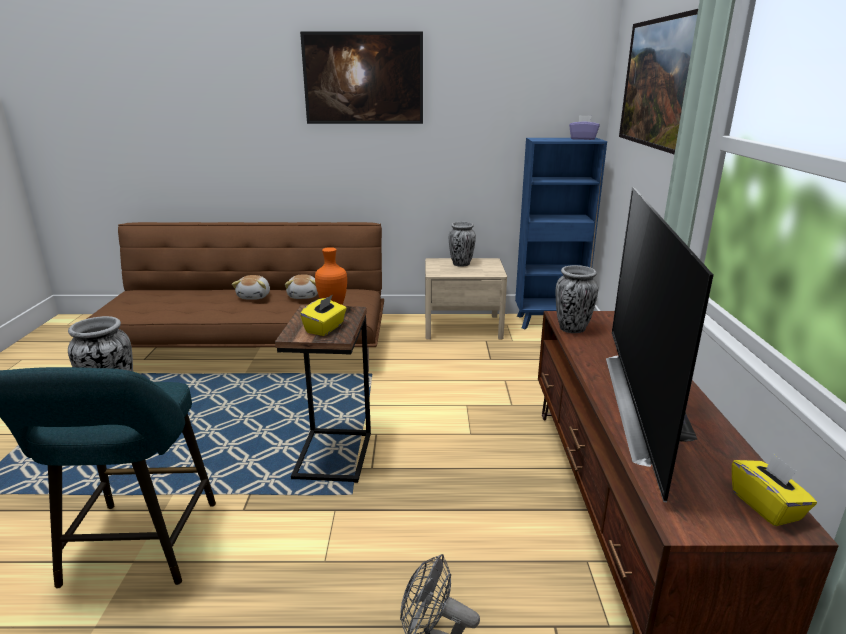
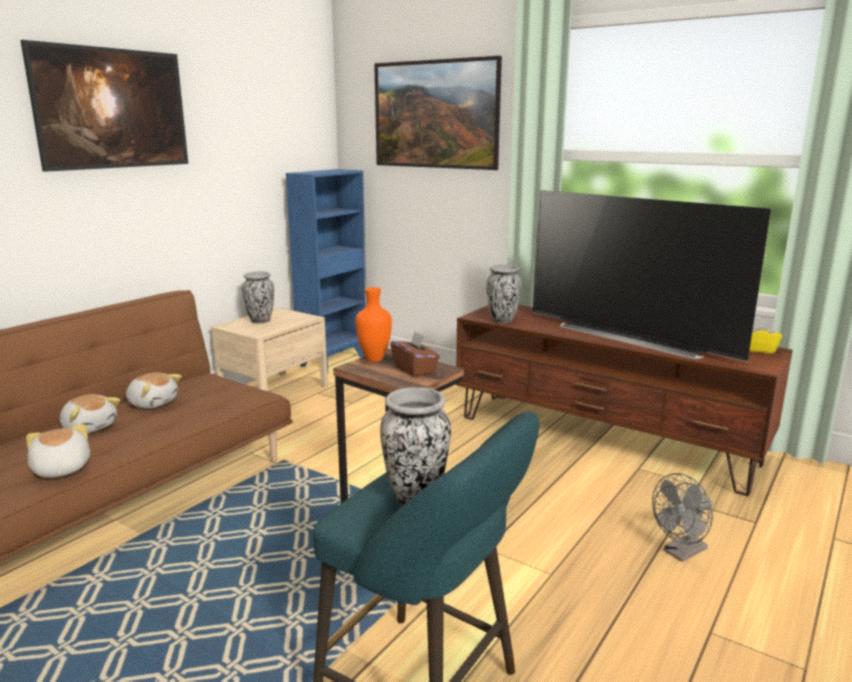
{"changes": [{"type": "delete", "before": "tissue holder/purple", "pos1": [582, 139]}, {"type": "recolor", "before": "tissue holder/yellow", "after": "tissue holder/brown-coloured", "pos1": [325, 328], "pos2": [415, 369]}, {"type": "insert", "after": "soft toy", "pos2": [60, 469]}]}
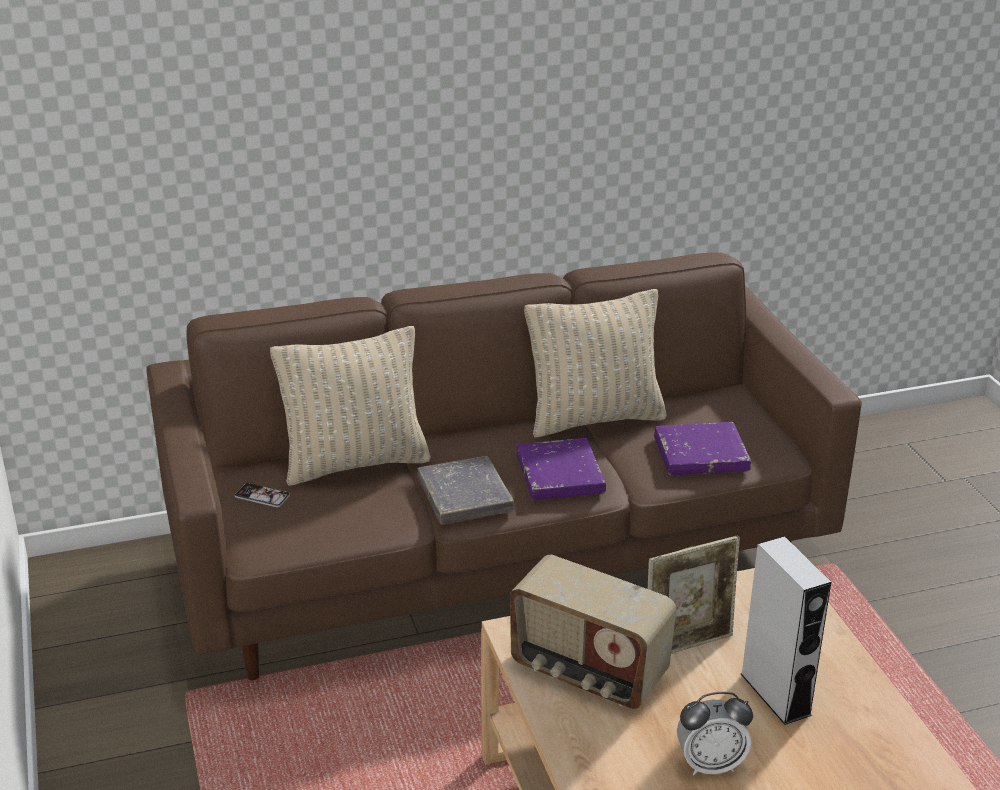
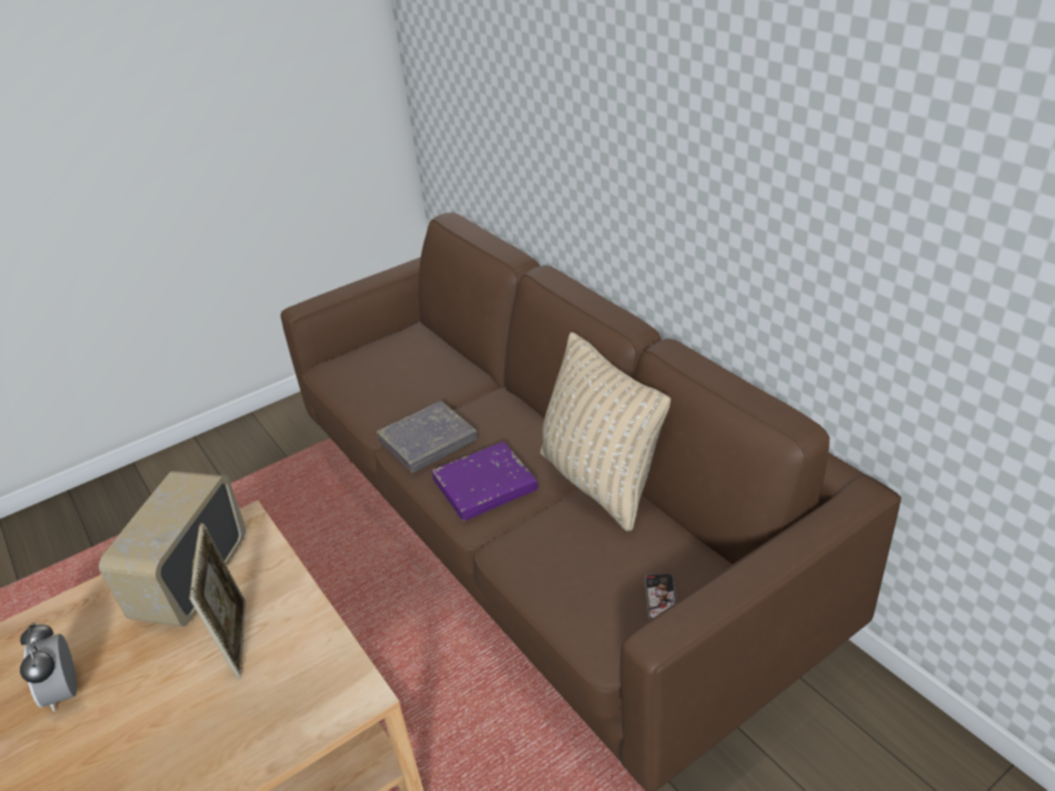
{"changes": [{"type": "delete", "before": "cushion/beige-coloured", "pos1": [355, 463]}, {"type": "delete", "before": "volume/purple", "pos1": [701, 455]}, {"type": "move", "before": "handset", "pos1": [262, 496], "pos2": [661, 598]}, {"type": "rotate", "before": "picture frame", "pos1": [687, 644], "pos2": [237, 638], "turn": -150}, {"type": "delete", "before": "speaker/grey", "pos1": [775, 694]}]}
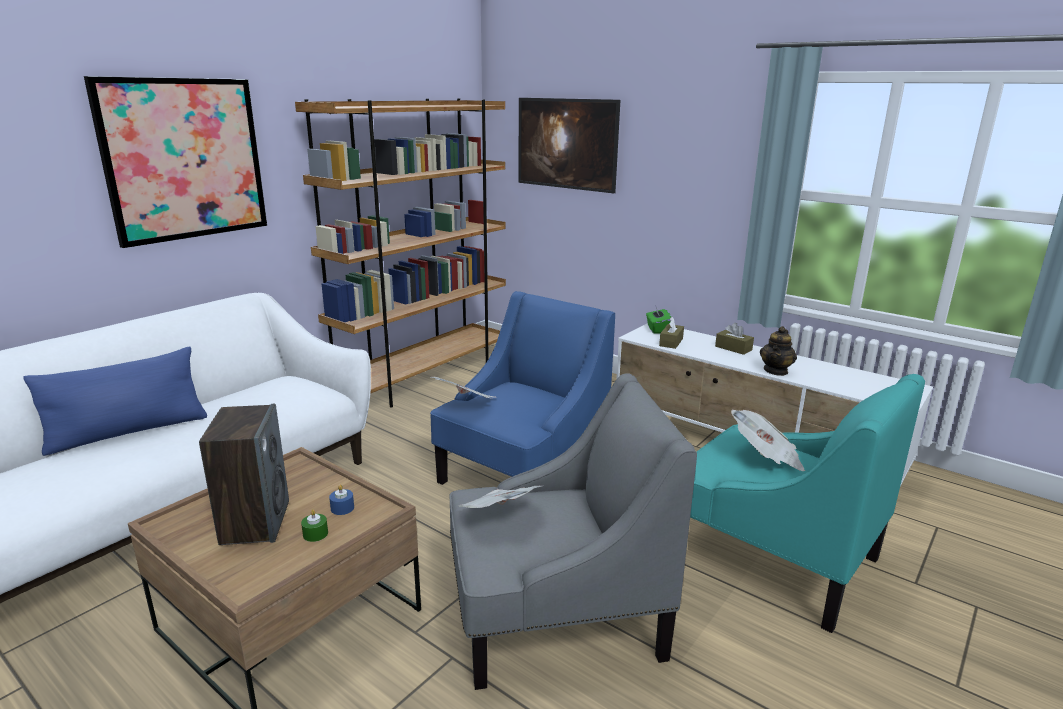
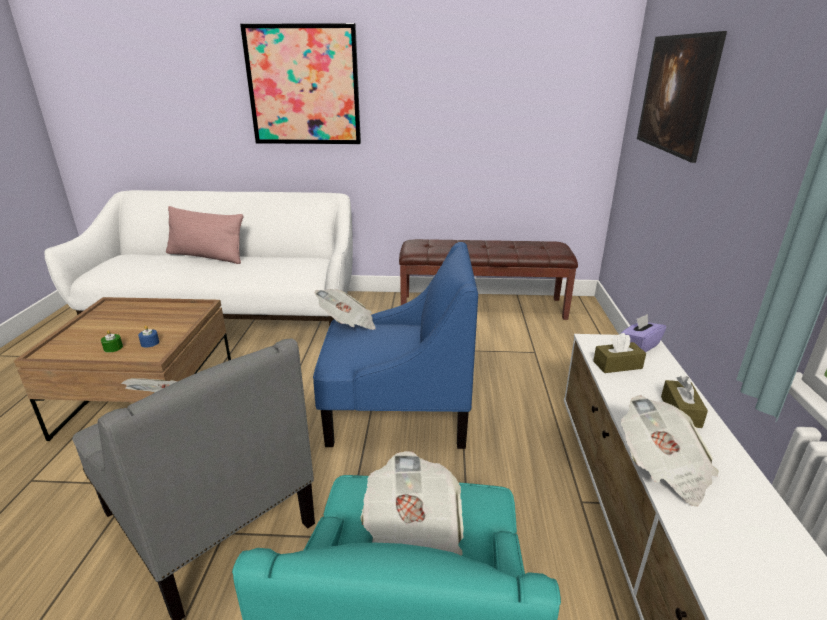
{"changes": [{"type": "replace", "before": "bookshelf/brown-coloured", "after": "bench/brown-coloured", "pos1": [424, 377], "pos2": [482, 306]}, {"type": "recolor", "before": "tissue holder/green", "after": "tissue holder/purple", "pos1": [657, 329], "pos2": [639, 346]}, {"type": "replace", "before": "teapot", "after": "daily paper", "pos1": [776, 371], "pos2": [664, 468]}, {"type": "recolor", "before": "cushion/blue-coloured", "after": "cushion/pinkish", "pos1": [128, 432], "pos2": [206, 256]}, {"type": "delete", "before": "speaker", "pos1": [255, 522]}]}
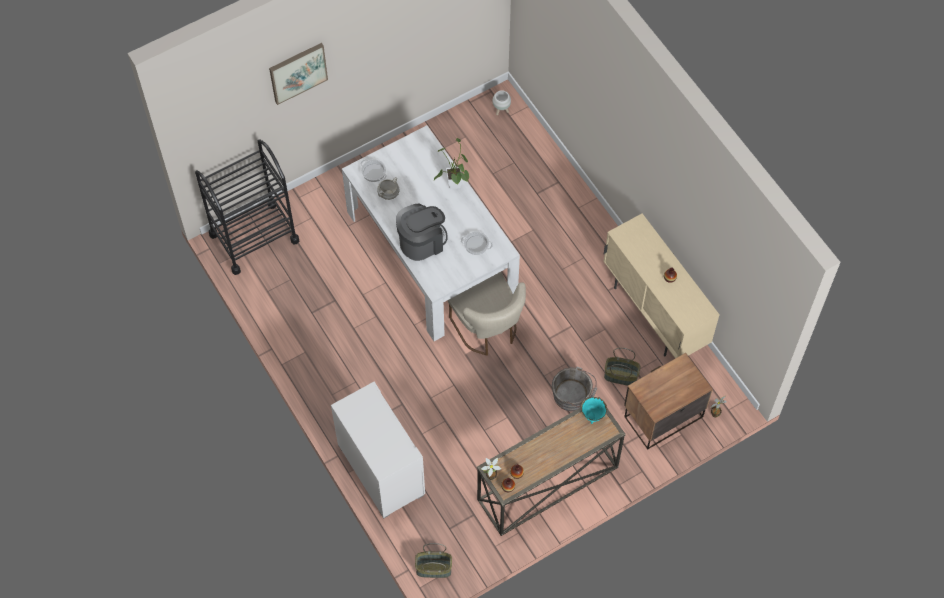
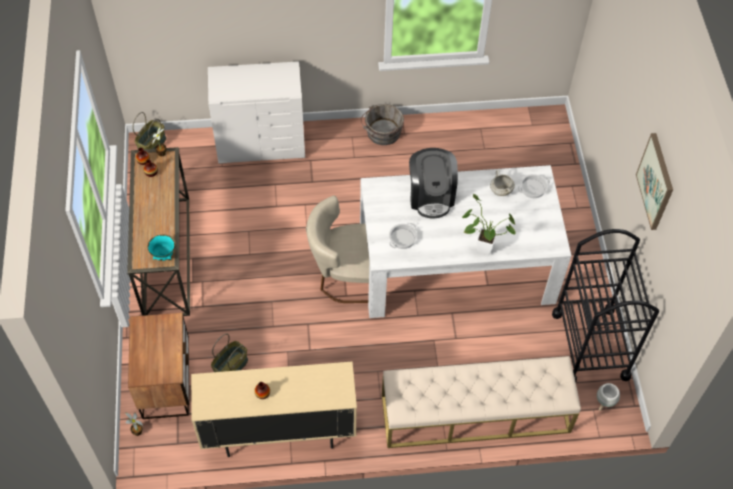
{"changes": [{"type": "move", "before": "wall art", "pos1": [298, 72], "pos2": [656, 181]}, {"type": "move", "before": "wheeled cart/blackish", "pos1": [254, 237], "pos2": [590, 345]}, {"type": "move", "before": "pail/grey", "pos1": [573, 396], "pos2": [382, 133]}, {"type": "insert", "after": "bench/beige-coloured", "pos2": [475, 414]}]}
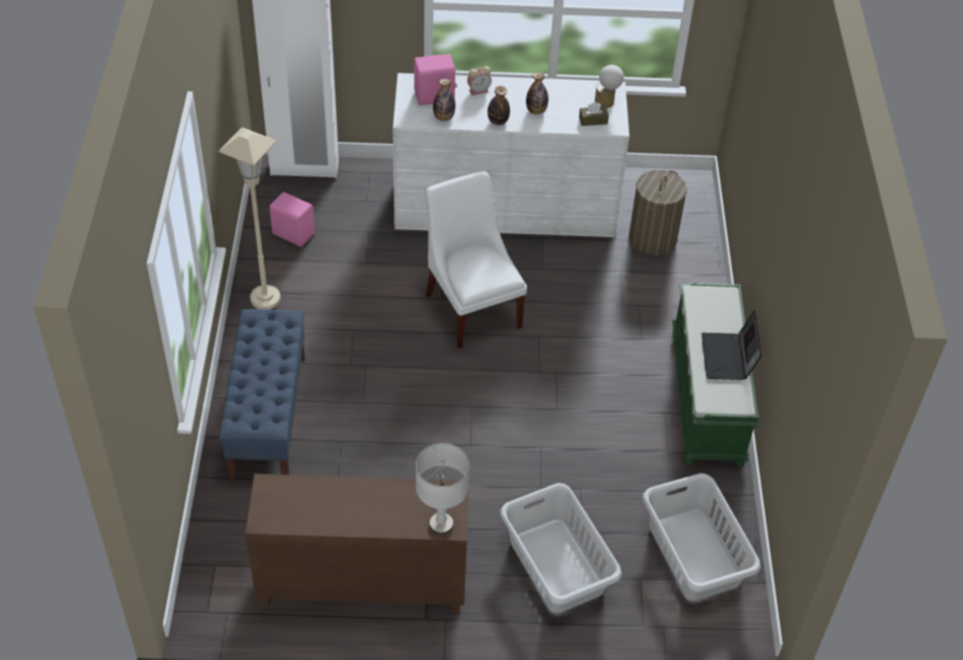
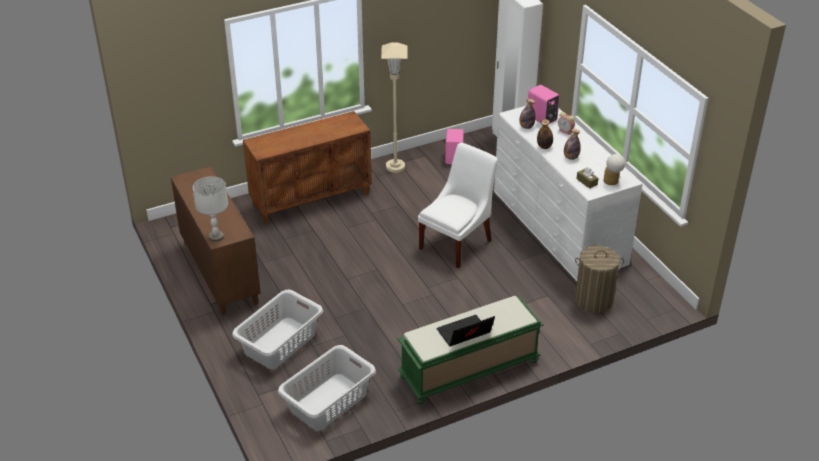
{"changes": [{"type": "replace", "before": "bench/blue-coloured", "after": "cupboard/brown-coloured", "pos1": [268, 416], "pos2": [311, 199]}]}
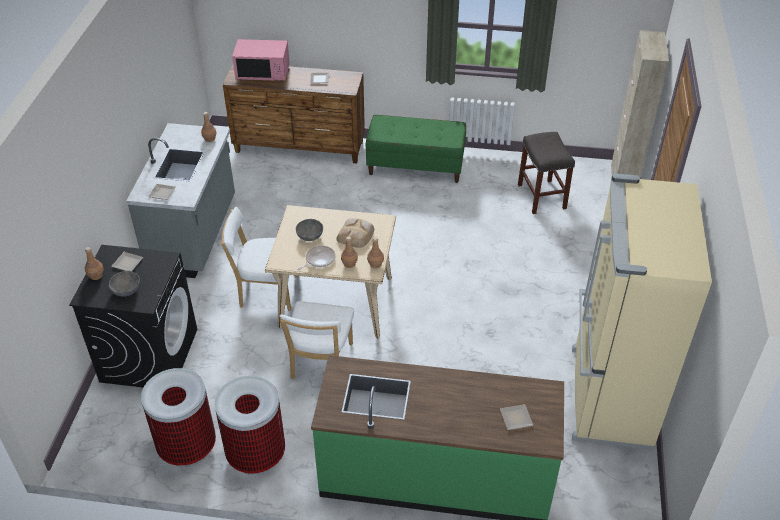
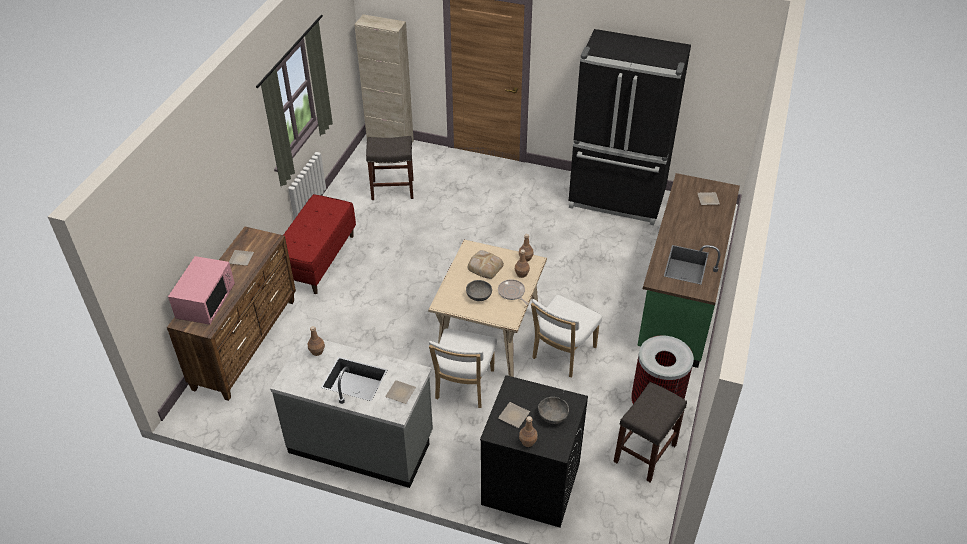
{"changes": [{"type": "recolor", "before": "bench/green", "after": "bench/reddish", "pos1": [415, 166], "pos2": [318, 259]}, {"type": "recolor", "before": "fridge/beige-coloured", "after": "fridge/blackish", "pos1": [608, 397], "pos2": [617, 200]}, {"type": "rotate", "before": "chair/white-coloured", "pos1": [320, 364], "pos2": [562, 354], "turn": 105}, {"type": "replace", "before": "waste bin", "after": "stool seat/grey", "pos1": [187, 447], "pos2": [645, 454]}]}
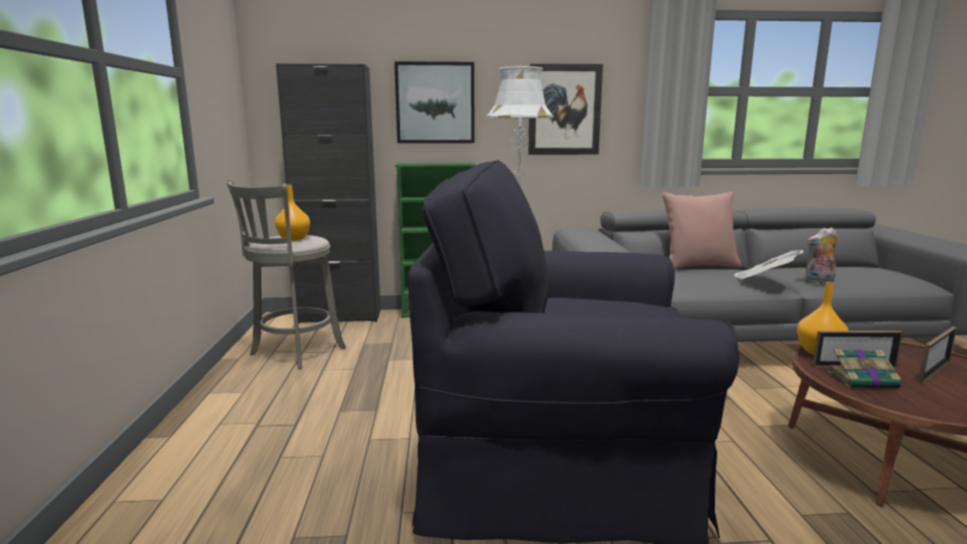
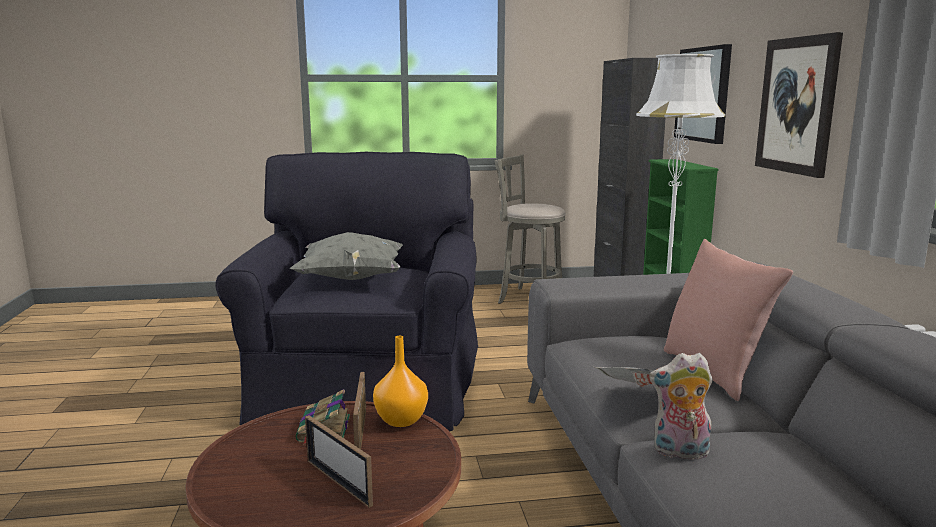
{"changes": [{"type": "delete", "before": "decorative vase/orange-coloured", "pos1": [294, 239]}, {"type": "rotate", "before": "soft toy", "pos1": [819, 282], "pos2": [679, 453], "turn": -75}, {"type": "insert", "after": "cushion/grey", "pos2": [351, 279]}]}
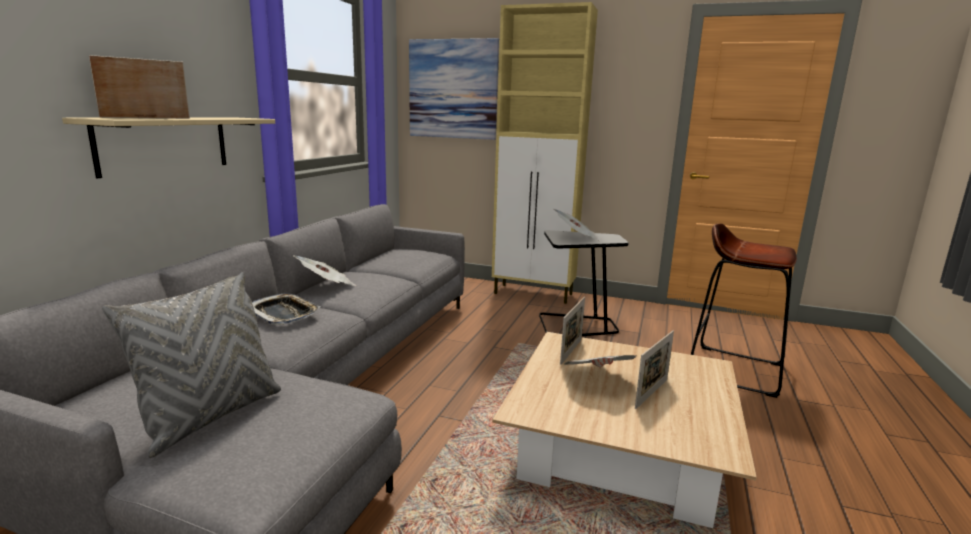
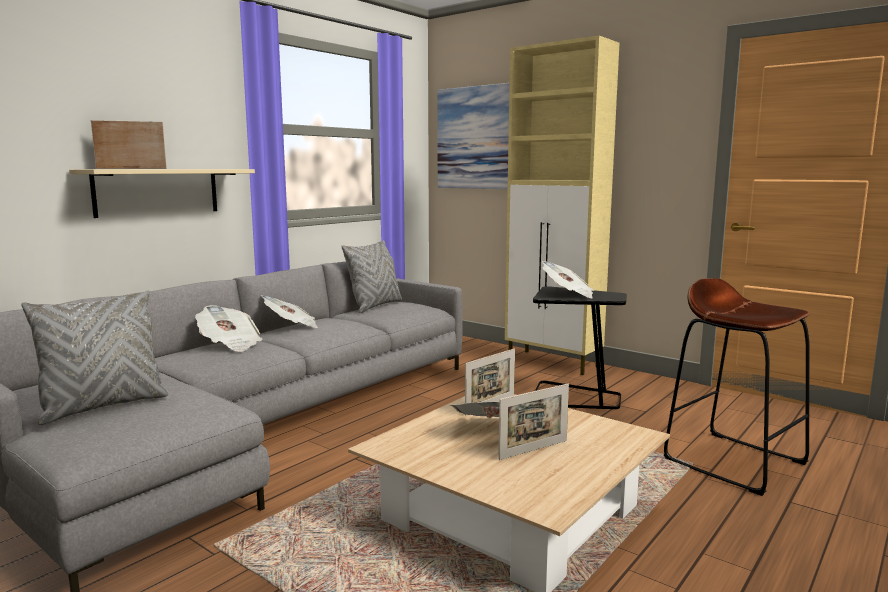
{"changes": [{"type": "replace", "before": "serving tray", "after": "daily paper", "pos1": [283, 314], "pos2": [230, 344]}, {"type": "insert", "after": "cushion/grey", "pos2": [374, 306]}]}
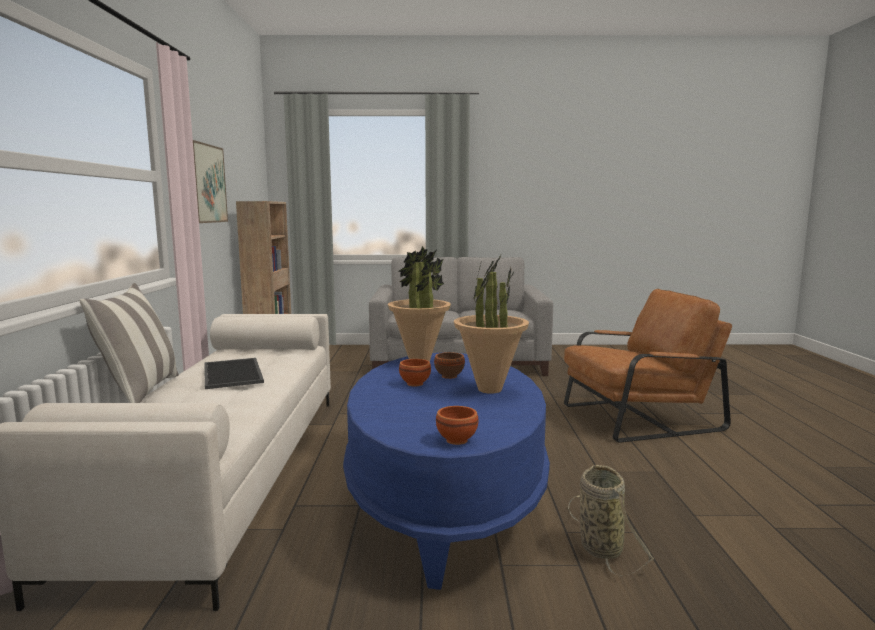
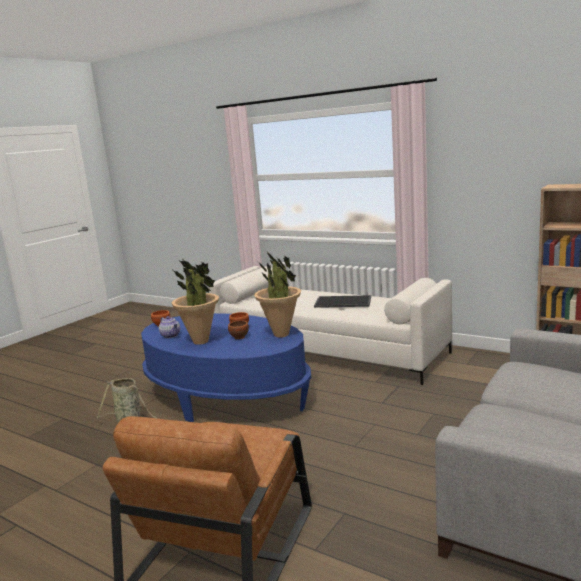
{"changes": [{"type": "delete", "before": "wall art", "pos1": [206, 183]}, {"type": "delete", "before": "cushion", "pos1": [140, 391]}, {"type": "insert", "after": "teapot", "pos2": [171, 335]}]}
